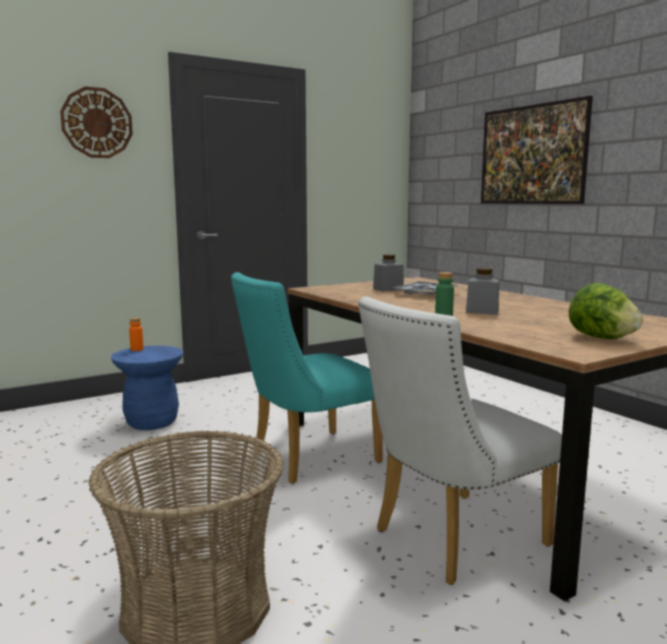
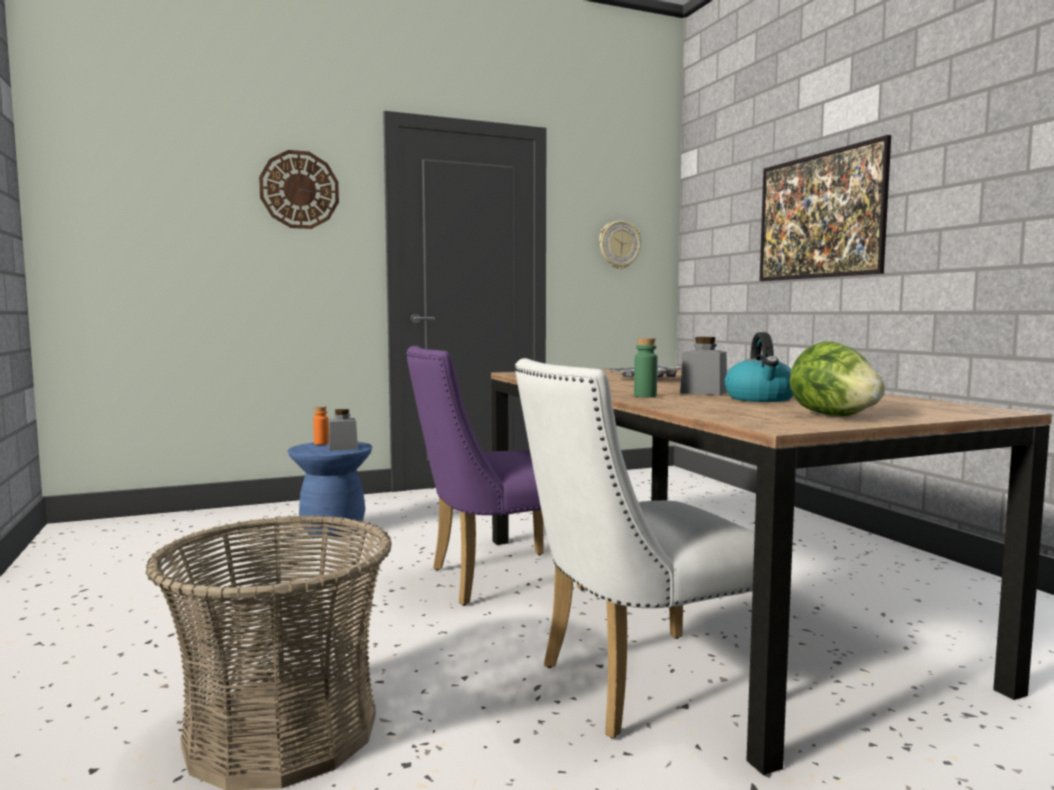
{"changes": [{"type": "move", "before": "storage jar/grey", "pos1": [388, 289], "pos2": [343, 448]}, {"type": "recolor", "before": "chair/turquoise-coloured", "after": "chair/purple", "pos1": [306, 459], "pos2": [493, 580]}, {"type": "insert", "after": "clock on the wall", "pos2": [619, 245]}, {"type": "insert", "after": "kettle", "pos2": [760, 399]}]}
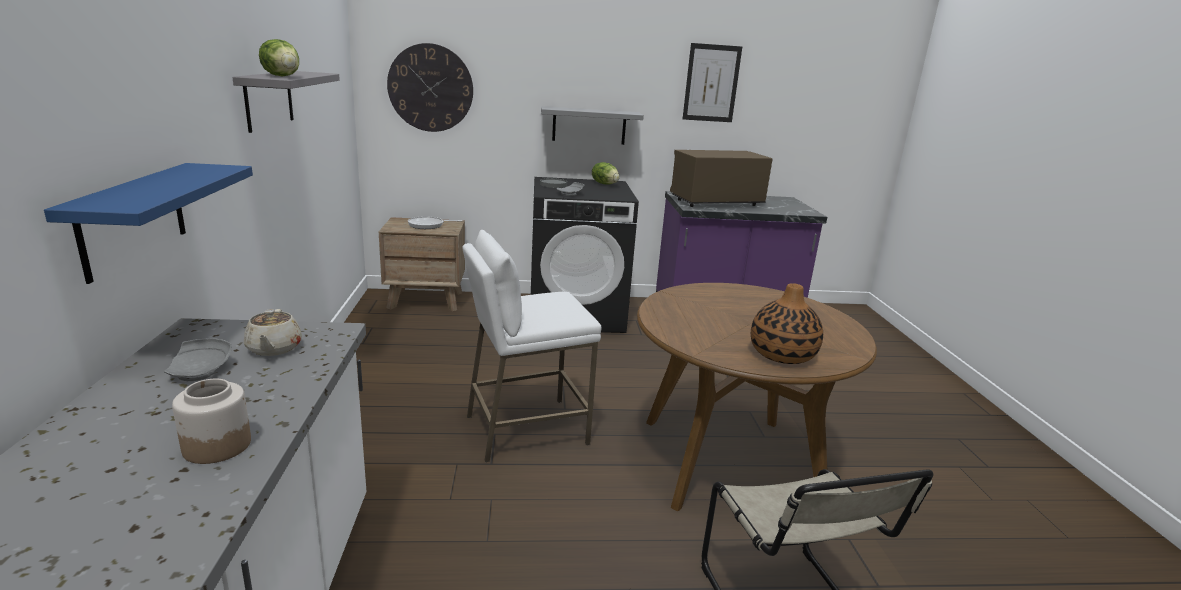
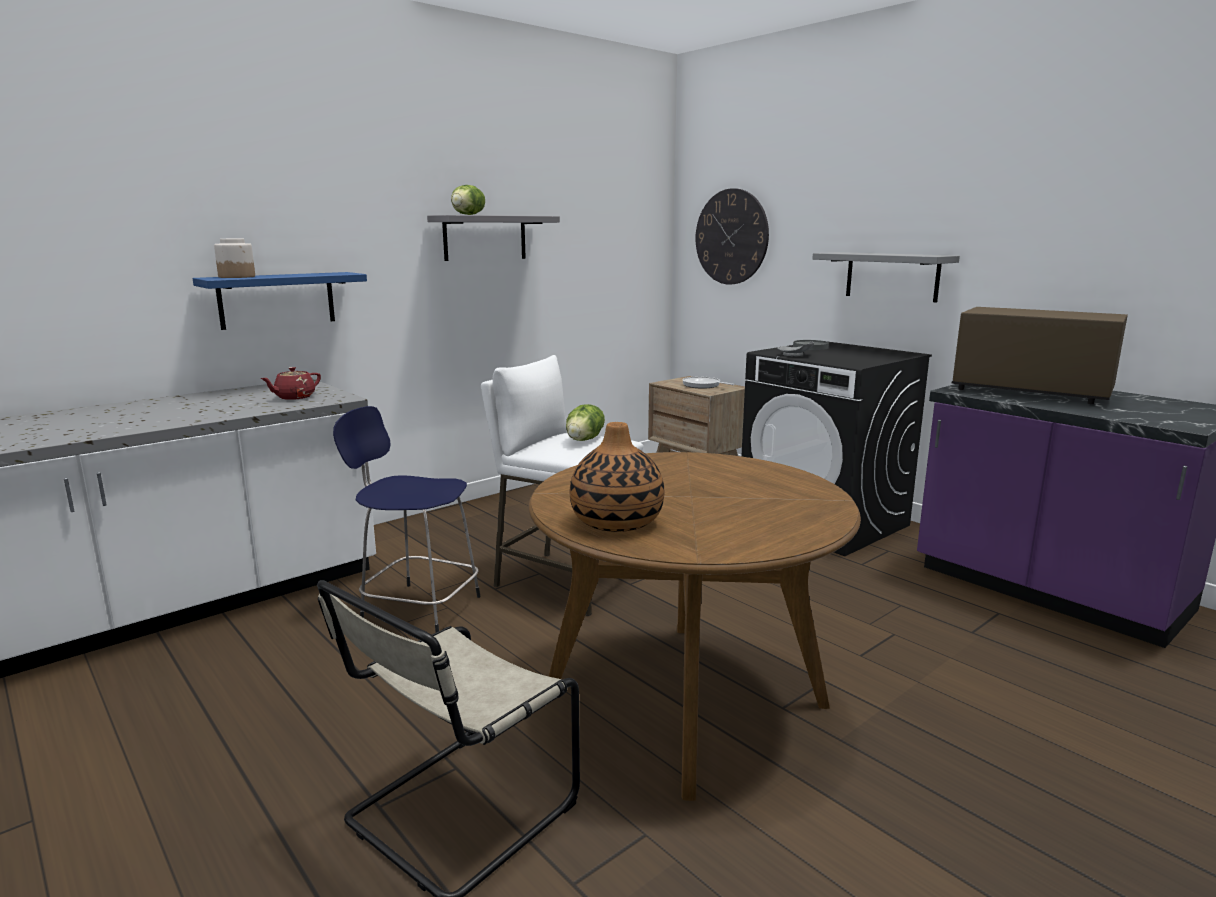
{"changes": [{"type": "delete", "before": "wall art", "pos1": [711, 83]}, {"type": "move", "before": "lettuce", "pos1": [605, 184], "pos2": [585, 440]}, {"type": "recolor", "before": "teapot/beige-coloured", "after": "teapot/reddish", "pos1": [274, 349], "pos2": [294, 397]}, {"type": "delete", "before": "plate/grey", "pos1": [201, 371]}, {"type": "move", "before": "storage jar", "pos1": [217, 445], "pos2": [237, 277]}, {"type": "insert", "after": "stool seat/blue-coloured", "pos2": [418, 608]}]}
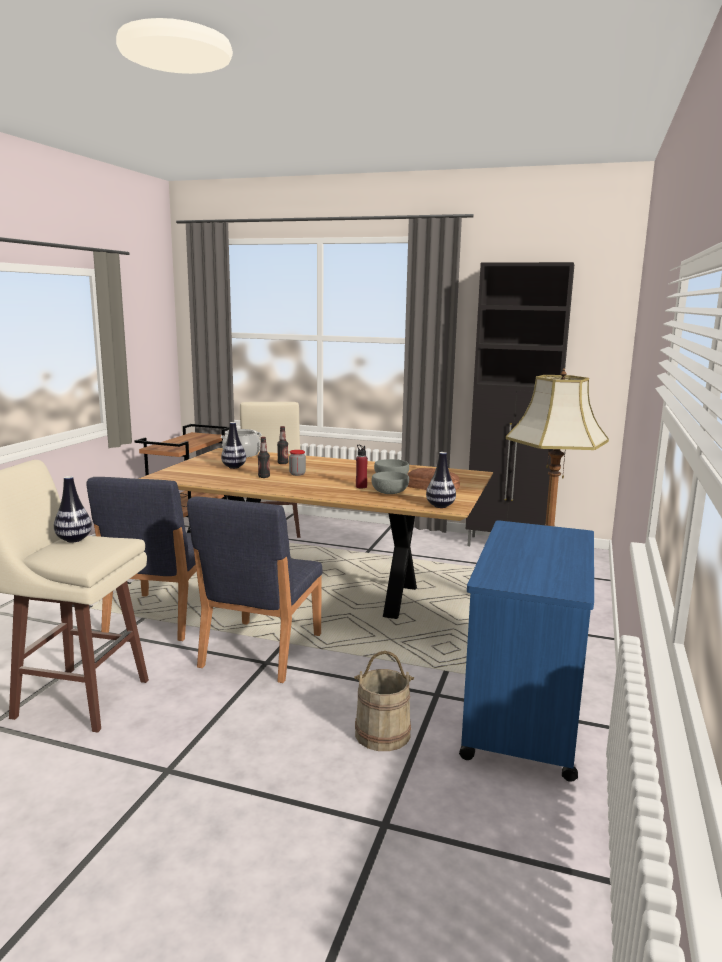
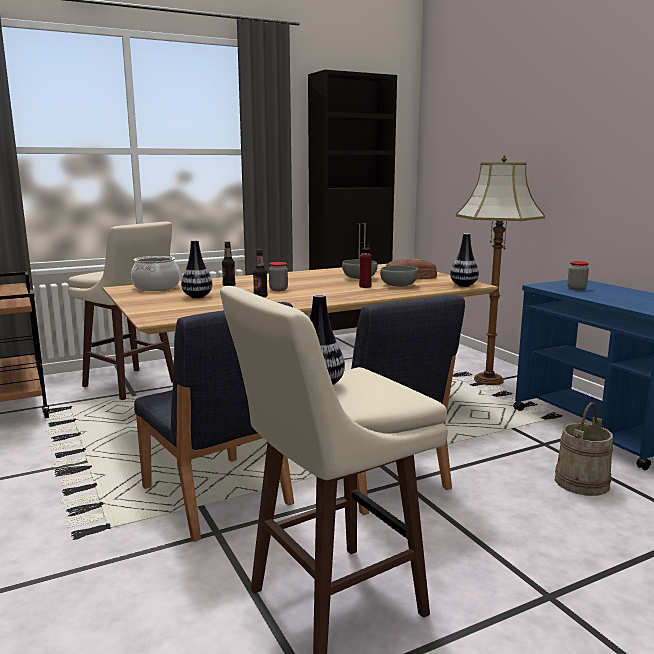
{"changes": [{"type": "insert", "after": "storage jar", "pos2": [576, 288]}]}
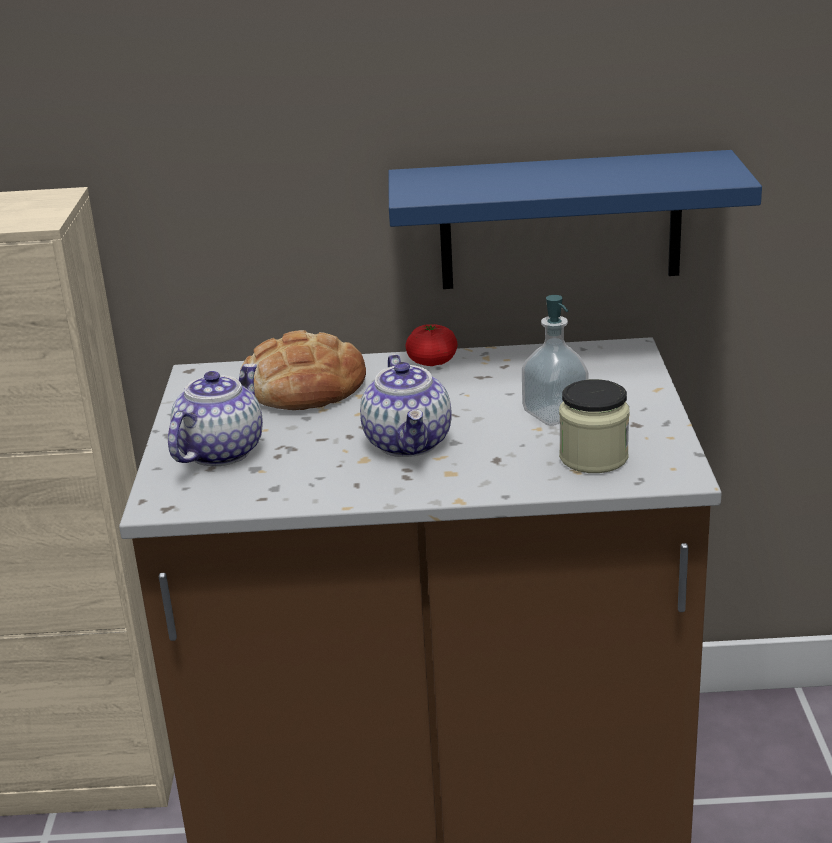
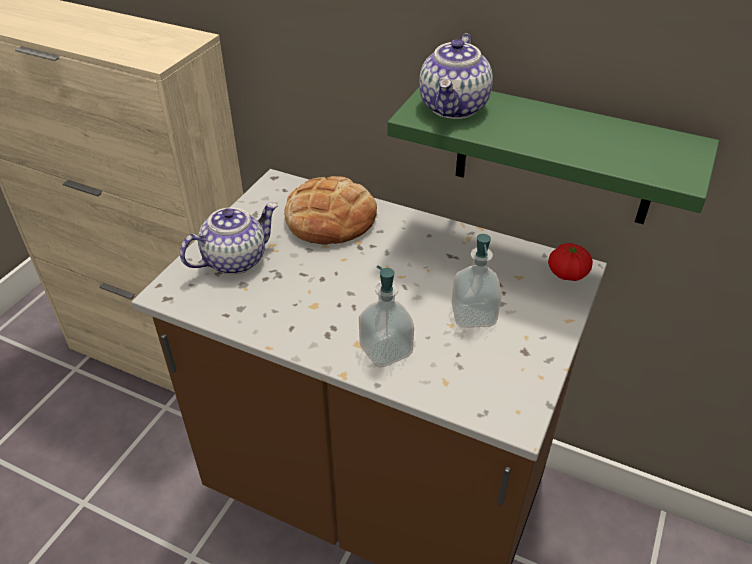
{"changes": [{"type": "recolor", "before": "shelf/blue-coloured", "after": "shelf/green", "pos1": [560, 221], "pos2": [554, 153]}, {"type": "move", "before": "whole tomato", "pos1": [432, 362], "pos2": [567, 273]}, {"type": "move", "before": "teapot", "pos1": [409, 443], "pos2": [454, 107]}, {"type": "delete", "before": "storage jar", "pos1": [593, 457]}, {"type": "insert", "after": "liquid soap bottle", "pos2": [386, 350]}]}
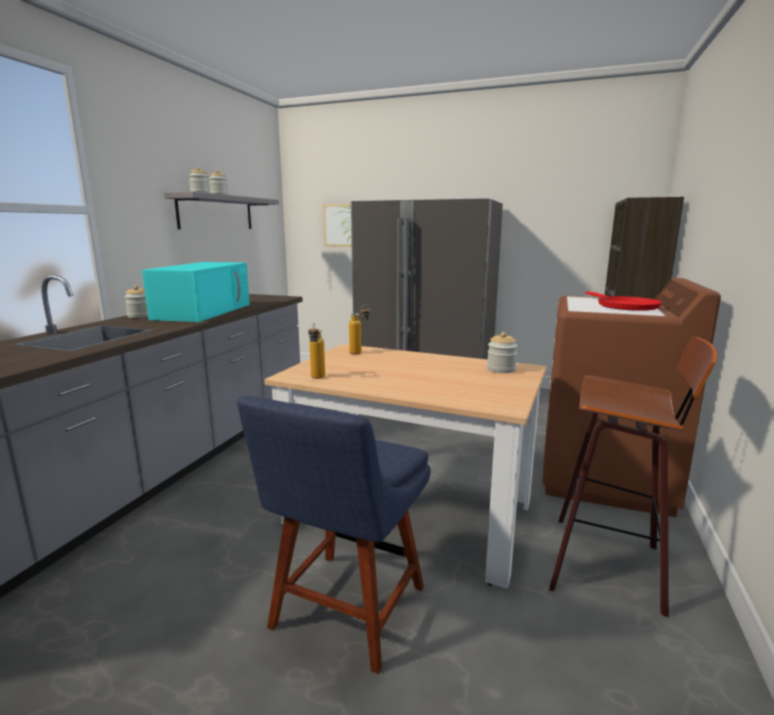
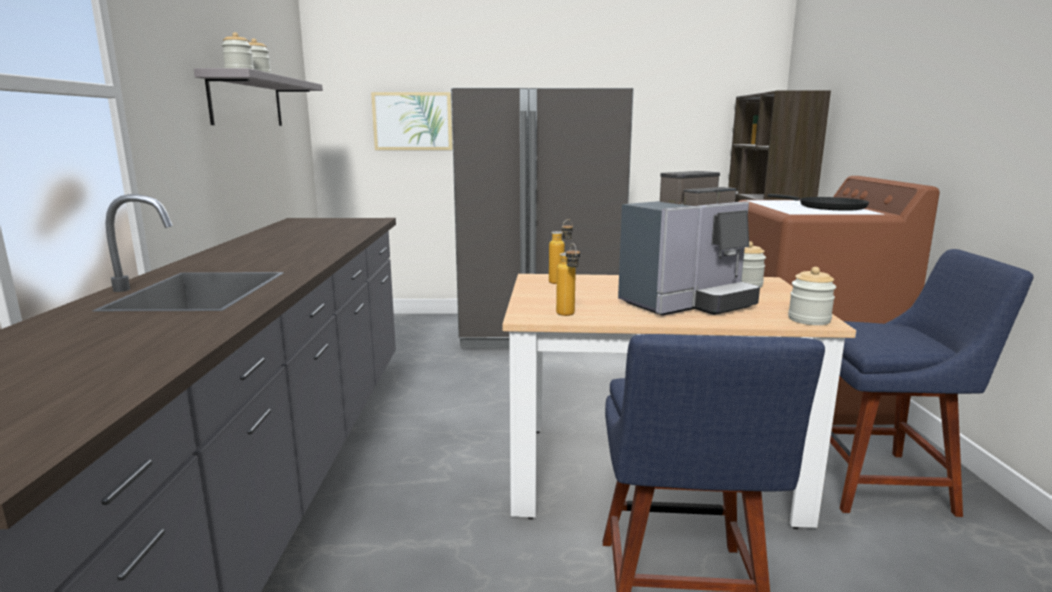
{"changes": [{"type": "delete", "before": "microwave/turquoise-coloured", "pos1": [204, 311]}, {"type": "move", "before": "storage jar", "pos1": [140, 316], "pos2": [809, 319]}, {"type": "recolor", "before": "skillet/reddish", "after": "skillet/blackish", "pos1": [624, 306], "pos2": [827, 207]}, {"type": "replace", "before": "stool seat", "after": "chair/blue-coloured", "pos1": [610, 564], "pos2": [881, 481]}, {"type": "insert", "after": "coffee machine", "pos2": [687, 303]}]}
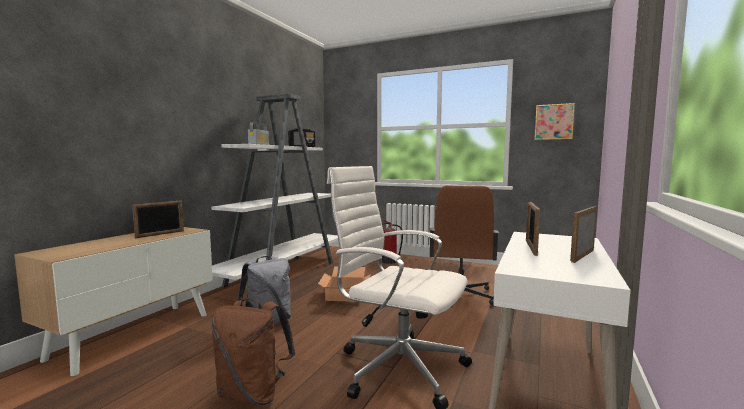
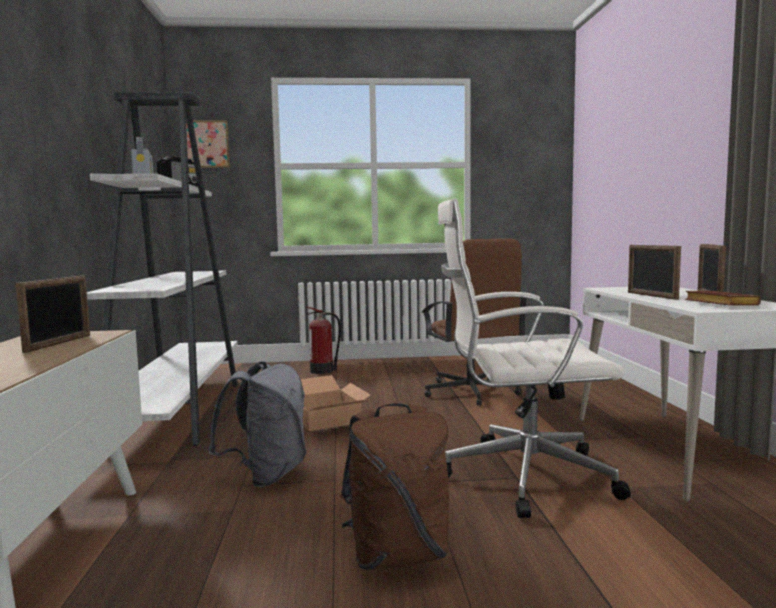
{"changes": [{"type": "move", "before": "wall art", "pos1": [554, 122], "pos2": [206, 144]}, {"type": "insert", "after": "volume/brown-coloured", "pos2": [718, 304]}]}
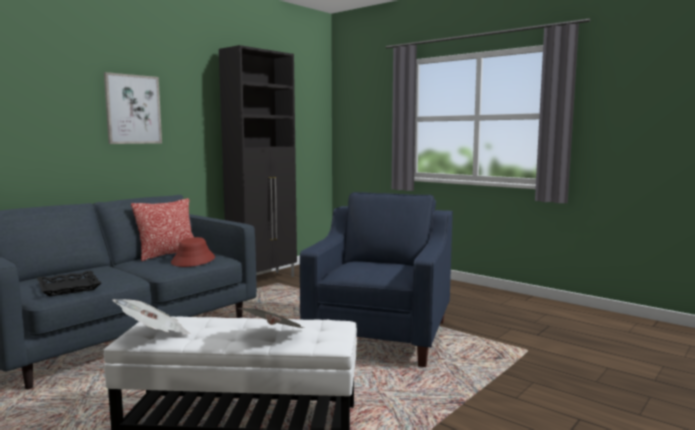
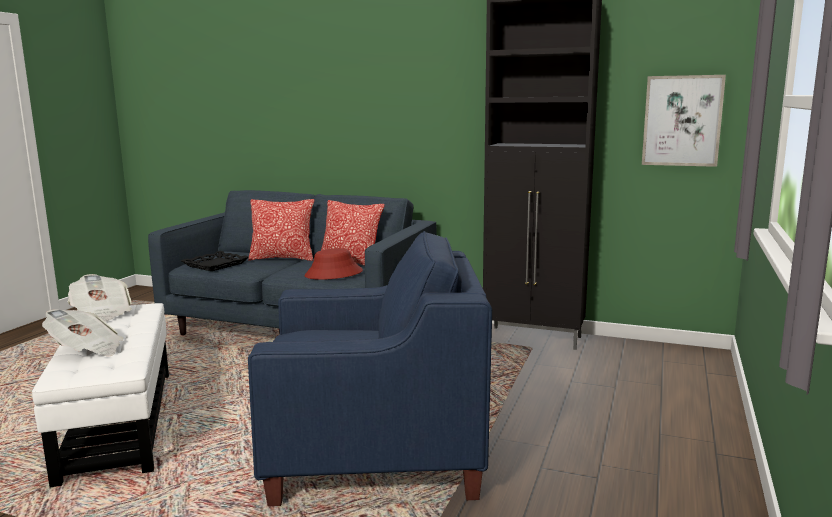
{"changes": [{"type": "move", "before": "wall art", "pos1": [133, 109], "pos2": [682, 121]}, {"type": "insert", "after": "cushion", "pos2": [283, 258]}]}
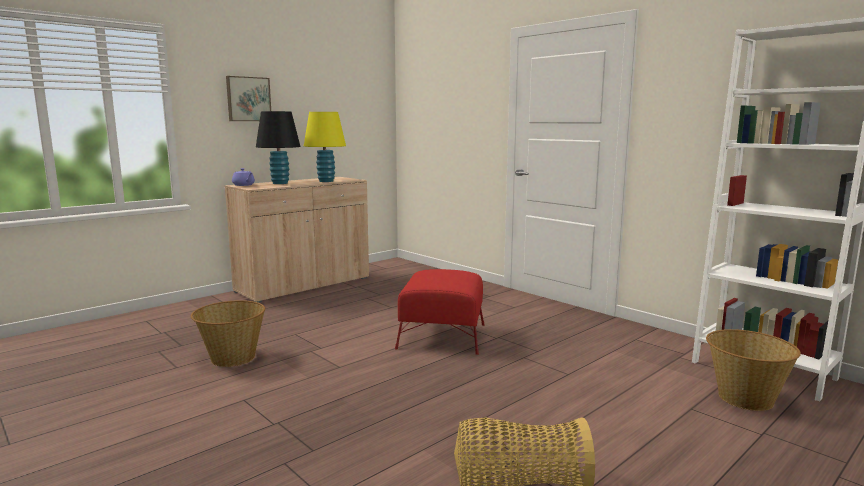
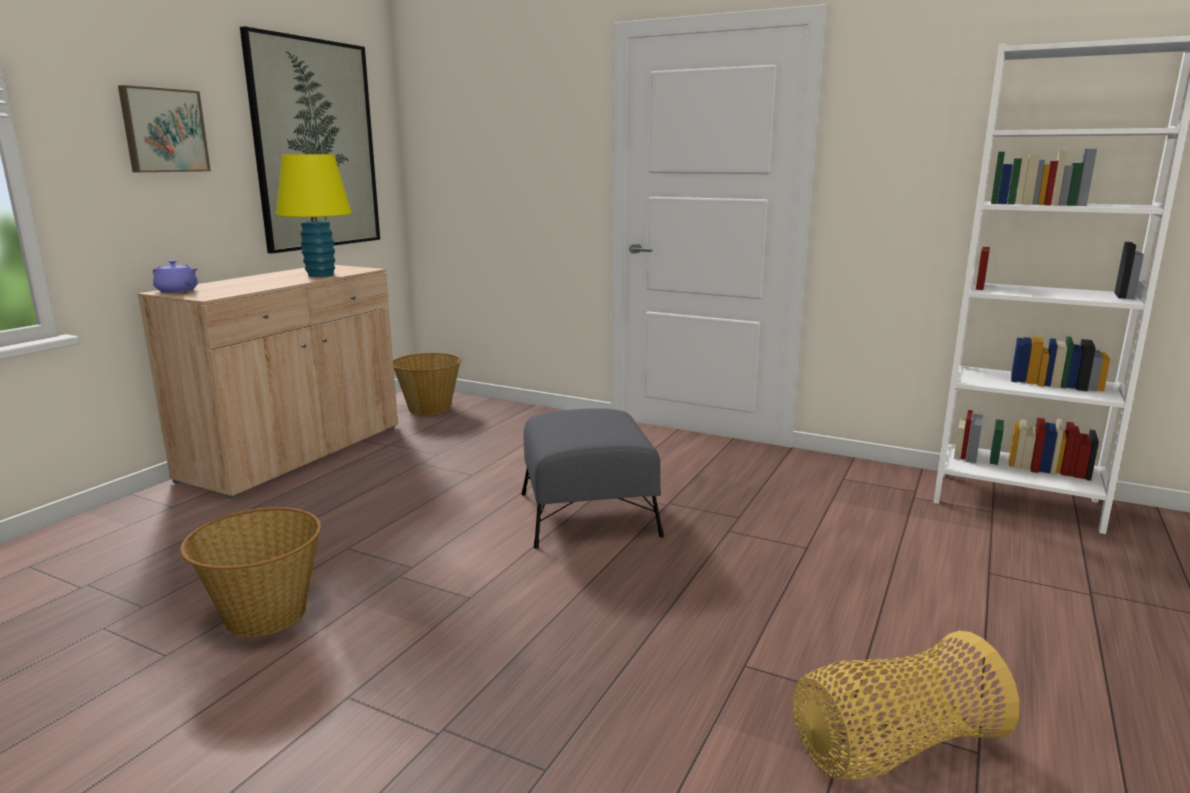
{"changes": [{"type": "delete", "before": "tabletop lamp/blackish", "pos1": [280, 183]}, {"type": "recolor", "before": "pouffe/reddish", "after": "pouffe/grey", "pos1": [442, 336], "pos2": [589, 513]}, {"type": "move", "before": "household basket", "pos1": [744, 398], "pos2": [429, 408]}, {"type": "insert", "after": "wall art", "pos2": [315, 145]}]}
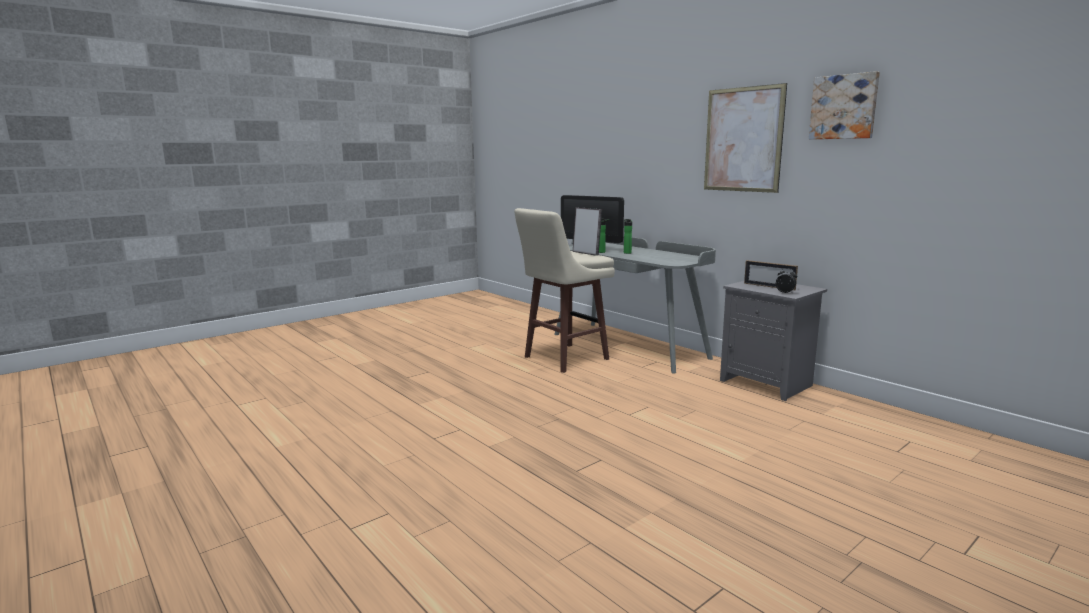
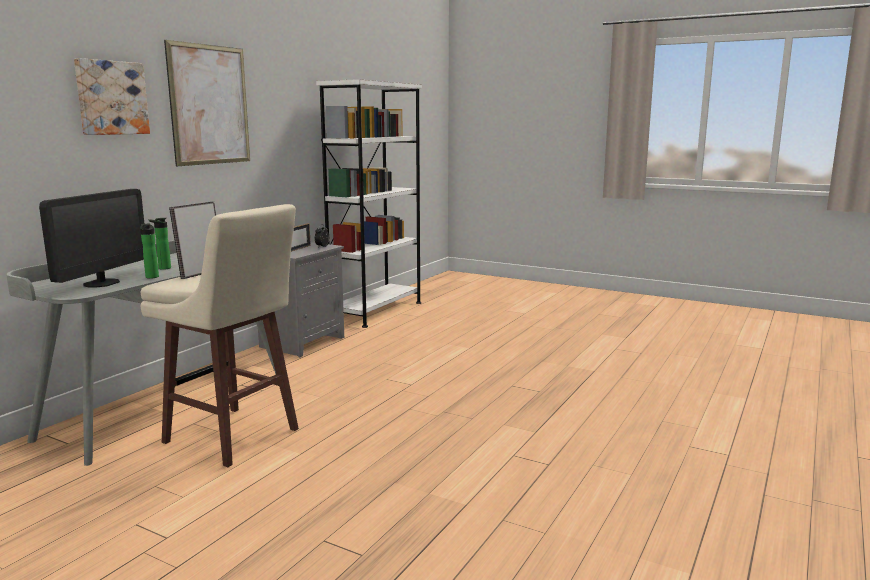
{"changes": [{"type": "move", "before": "wall art", "pos1": [844, 107], "pos2": [111, 98]}, {"type": "insert", "after": "bookshelf/white-coloured", "pos2": [376, 311]}]}
